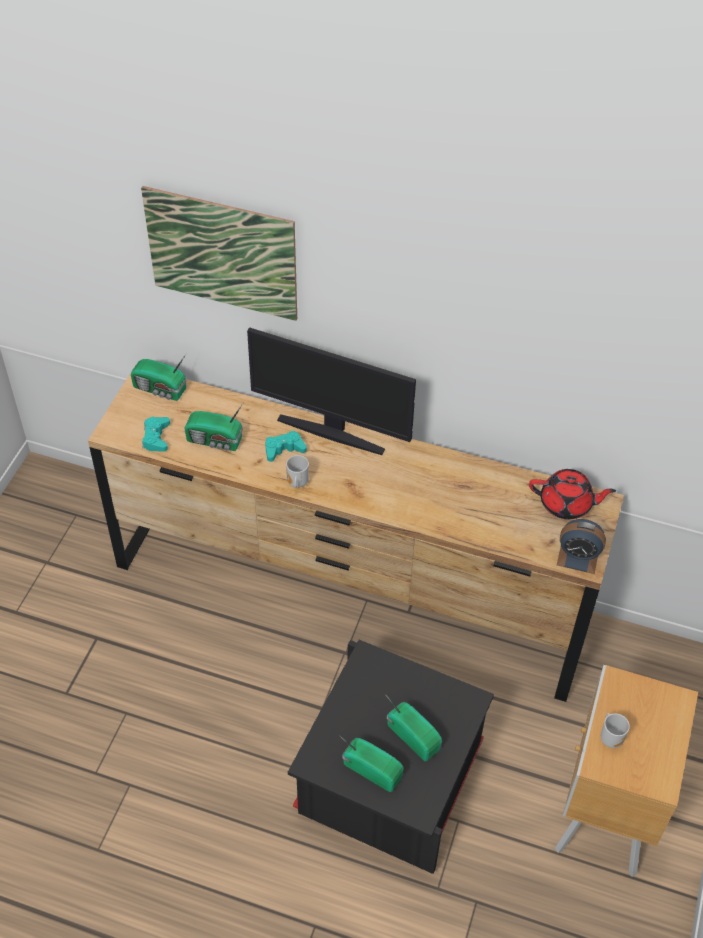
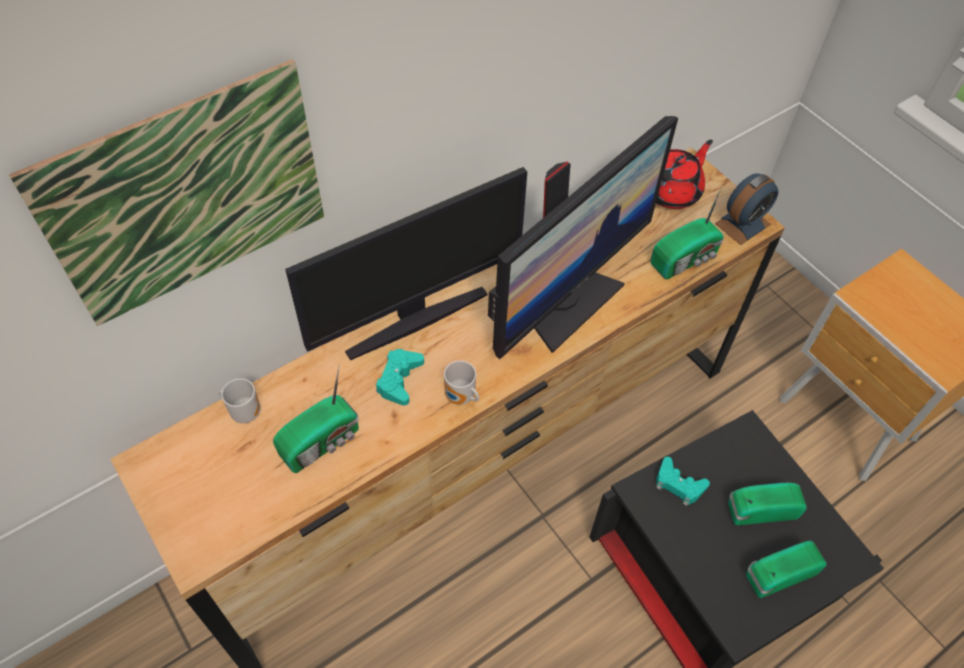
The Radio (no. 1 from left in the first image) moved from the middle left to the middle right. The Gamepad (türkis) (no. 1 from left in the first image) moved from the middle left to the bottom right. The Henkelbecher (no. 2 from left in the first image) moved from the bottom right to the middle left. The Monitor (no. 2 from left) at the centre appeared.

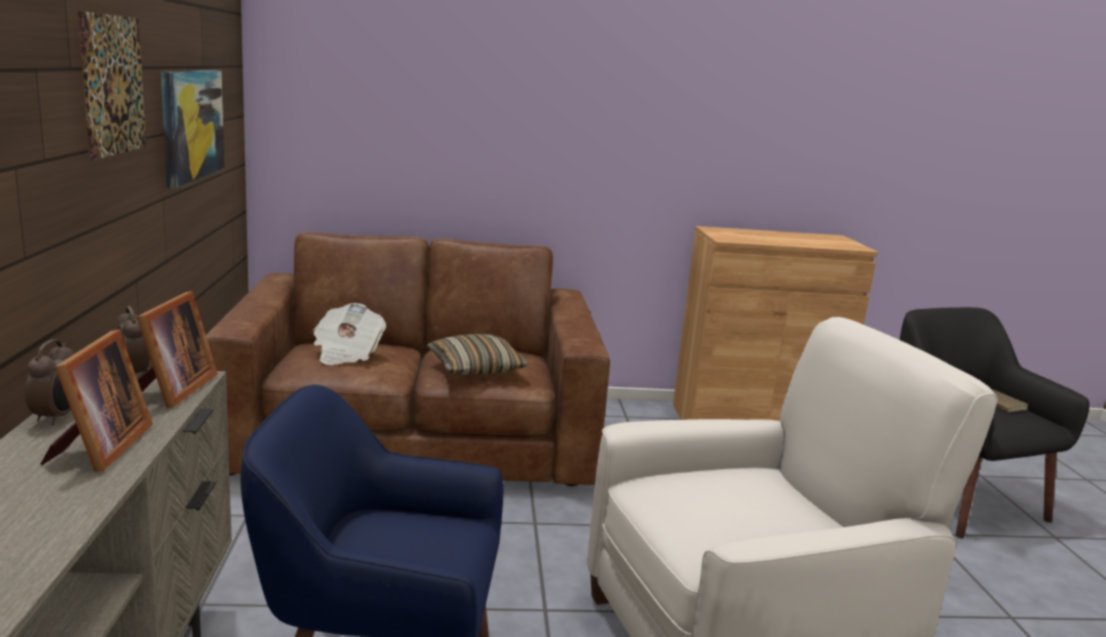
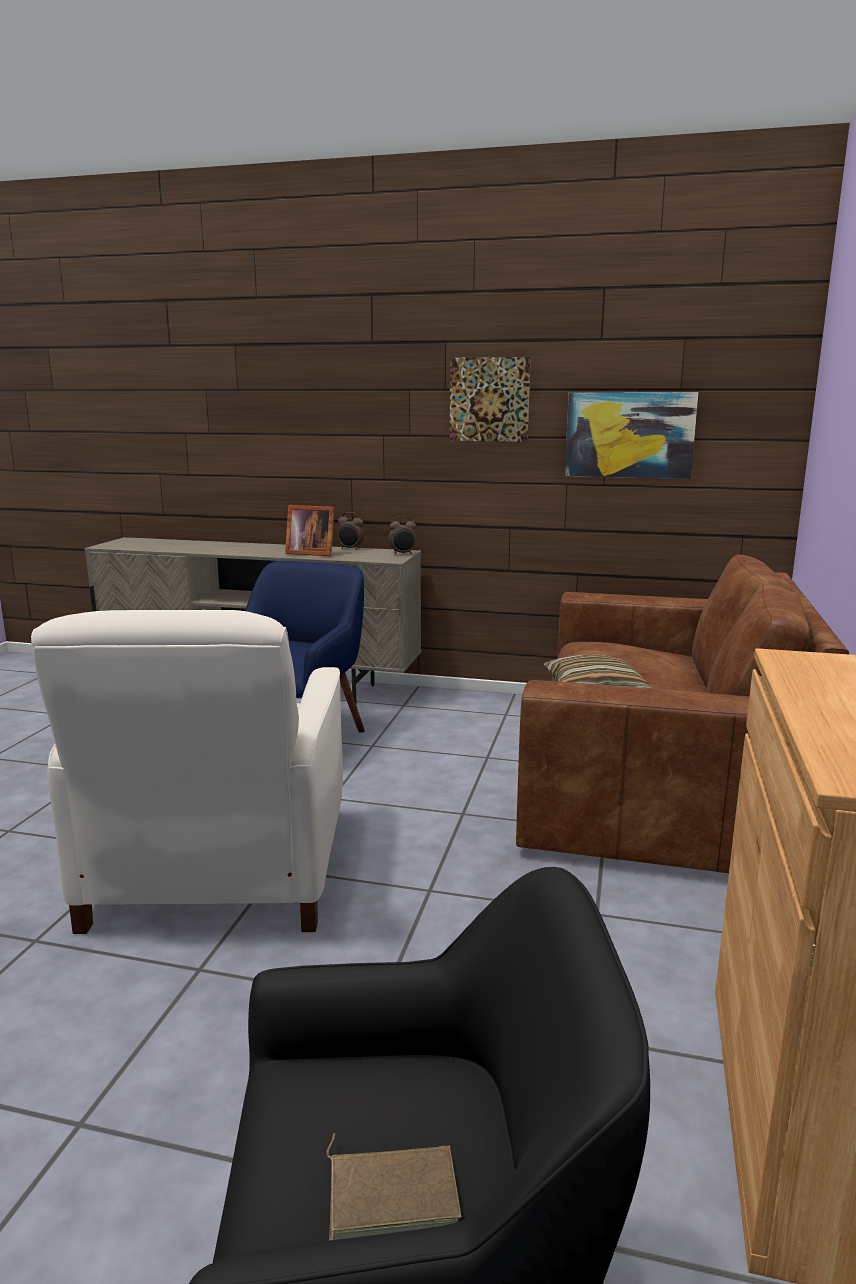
The Bilderrahmen (no. 2 from left) at the middle left disappeared. The Zeitung at the middle left disappeared.

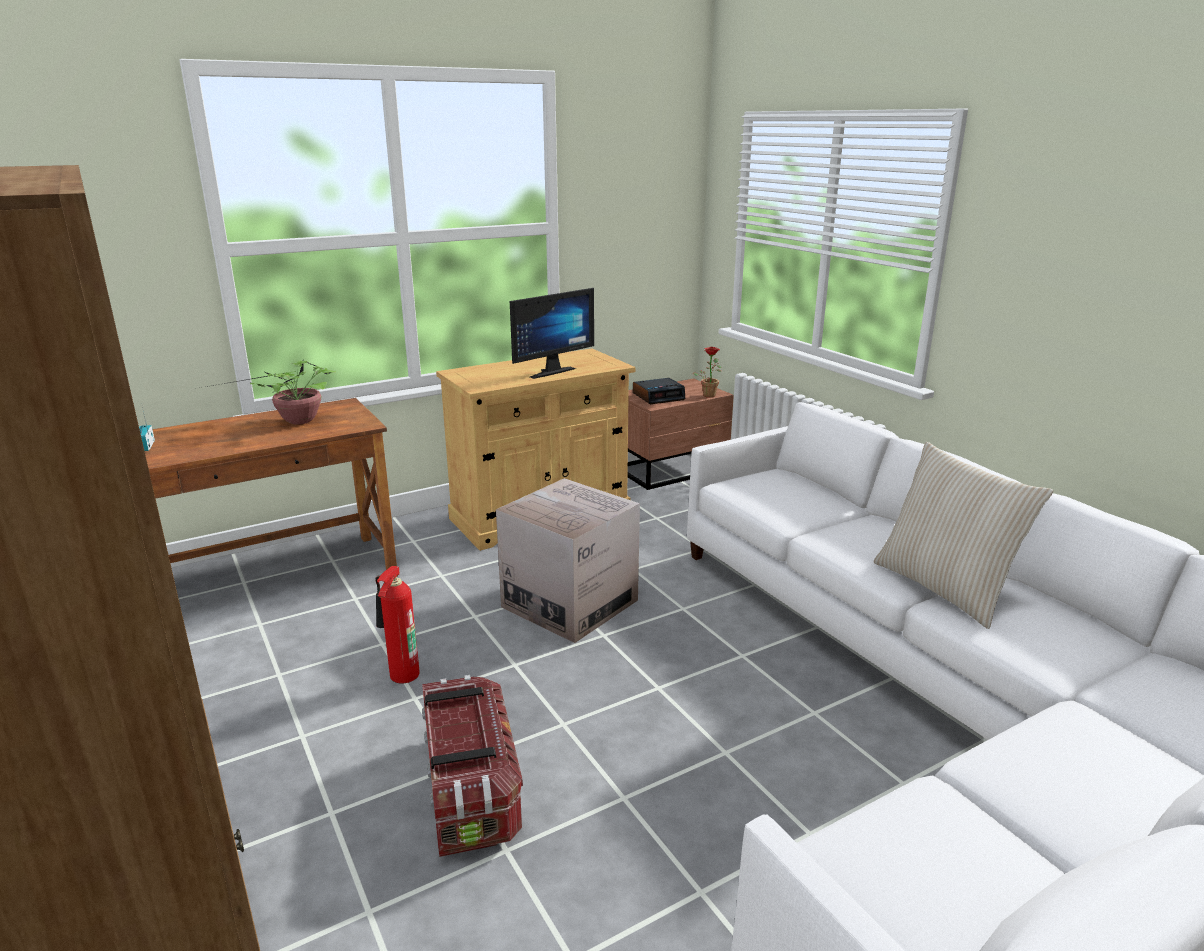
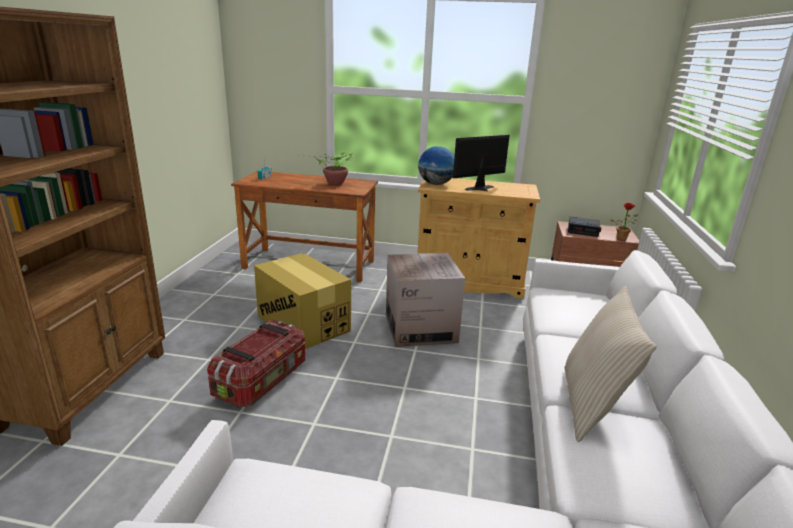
The Feuerlöscher at the middle left was replaced by the Karton (no. 1 from left) at the centre. The Monitor at the centre turned 150 degrees clockwise. The Globus at the top centre appeared.

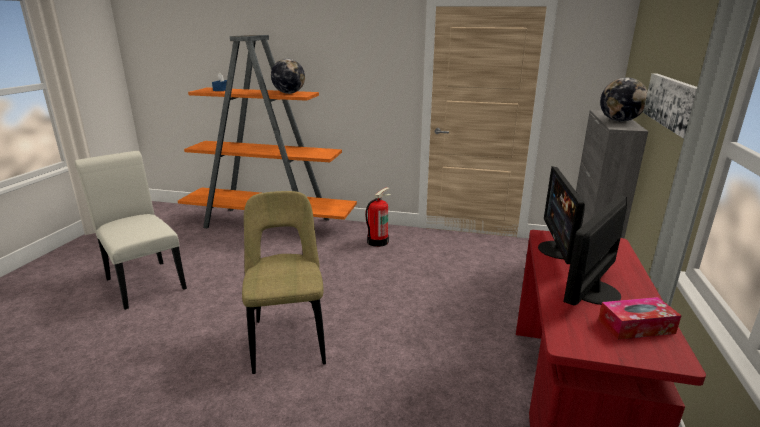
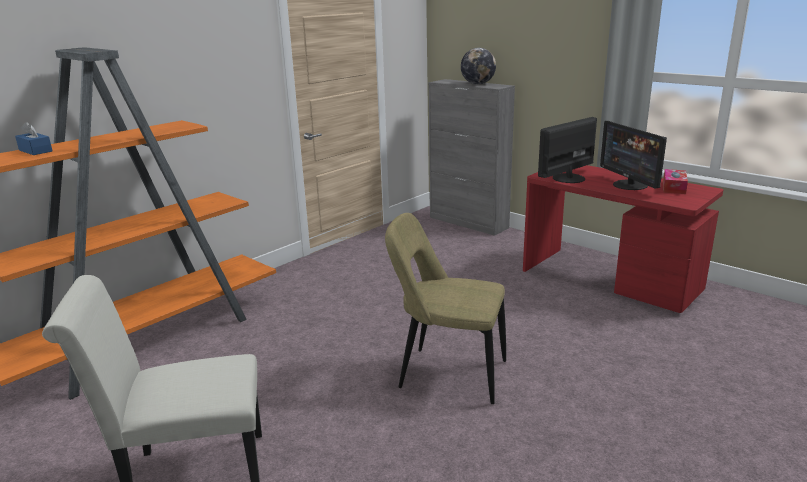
The Globus (no. 1 from left) at the top centre disappeared. The Feuerlöscher at the centre disappeared. The Monitor (no. 1 from left) at the middle right turned 105 degrees clockwise. The Bild at the top right disappeared.

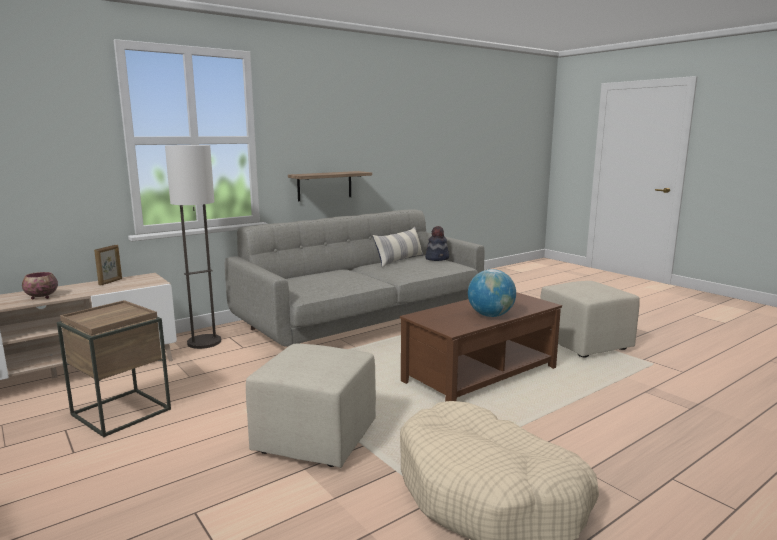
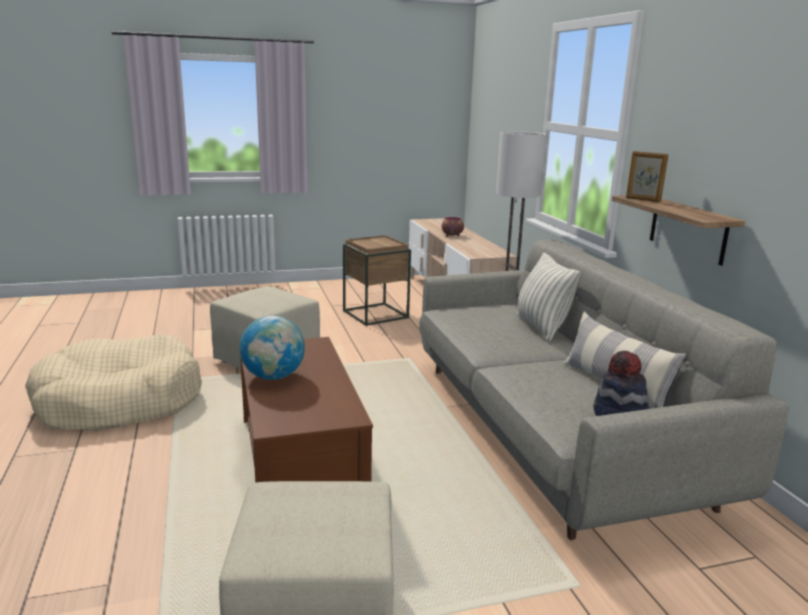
The Bilderrahmen moved from the middle left to the top right. The Kissen (no. 1 from left) at the middle right appeared.

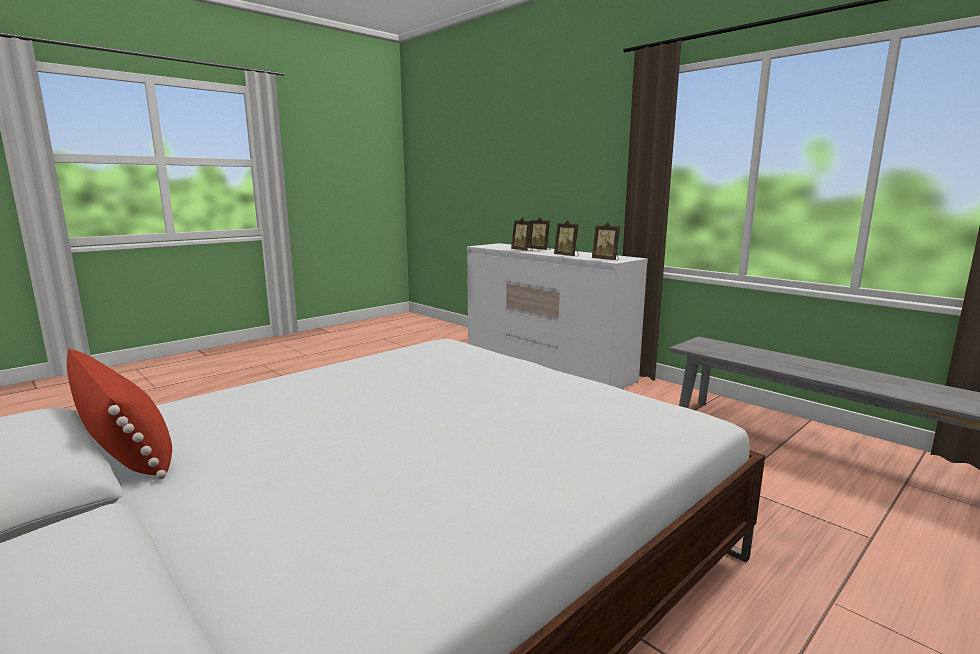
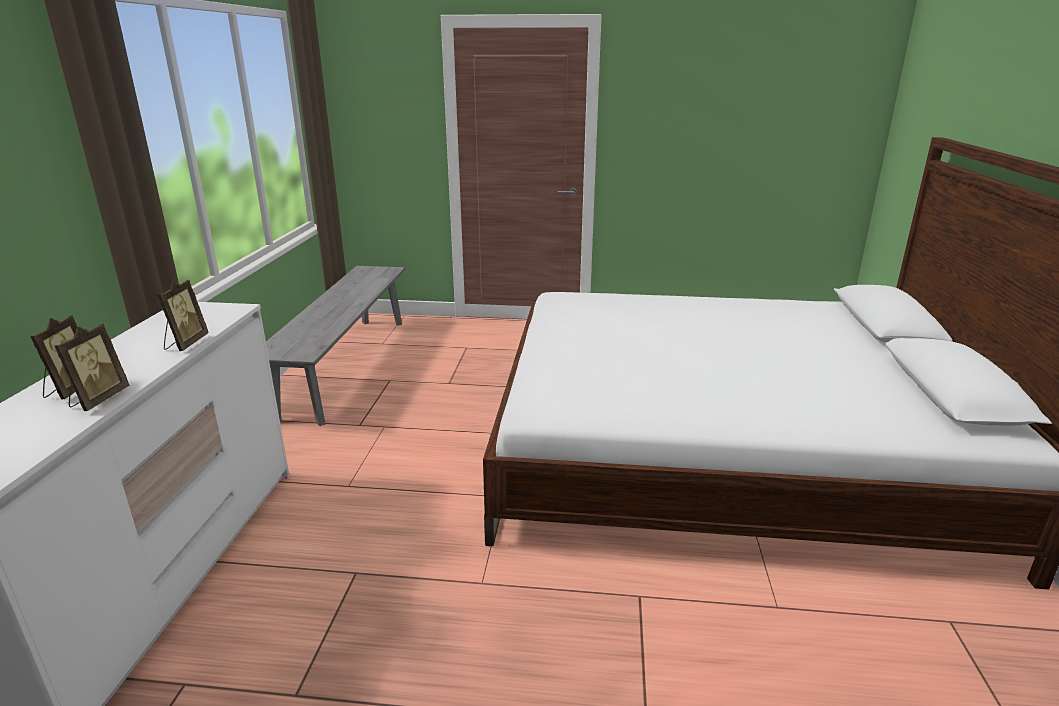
The Kissen (rot) at the middle left disappeared. The Bilderrahmen (no. 4 from left) at the centre disappeared.

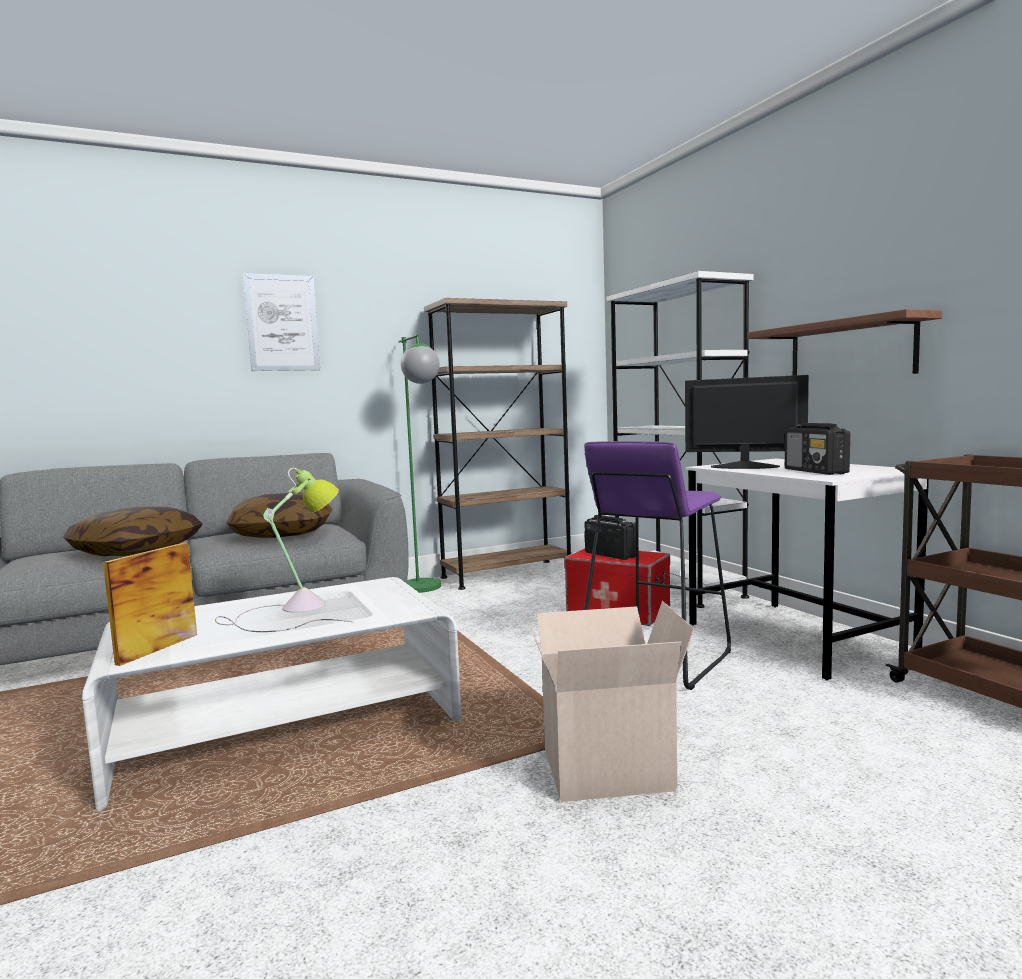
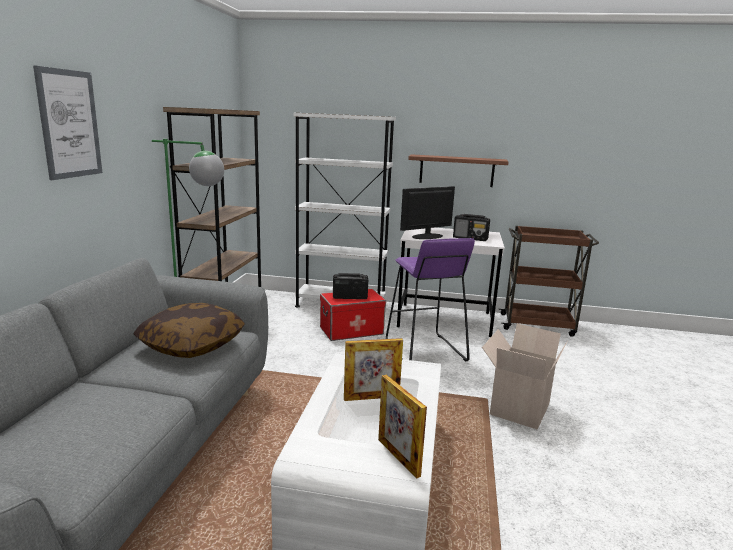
The Kissen (no. 1 from left) at the middle left disappeared. The Tischlampe at the middle left was replaced by the Bilderrahmen (no. 1 from left) at the bottom centre.

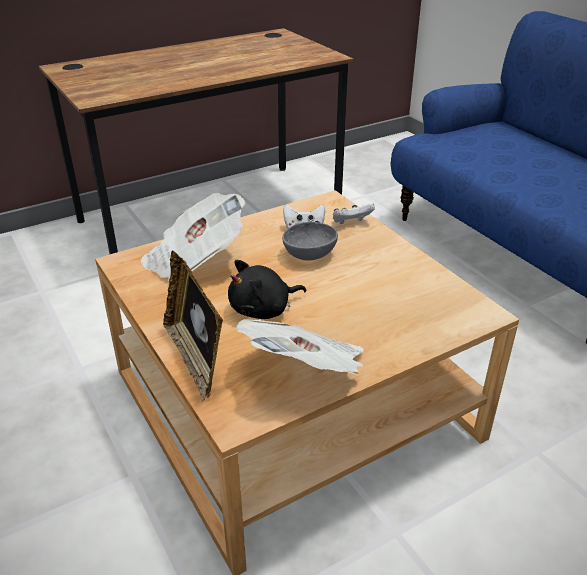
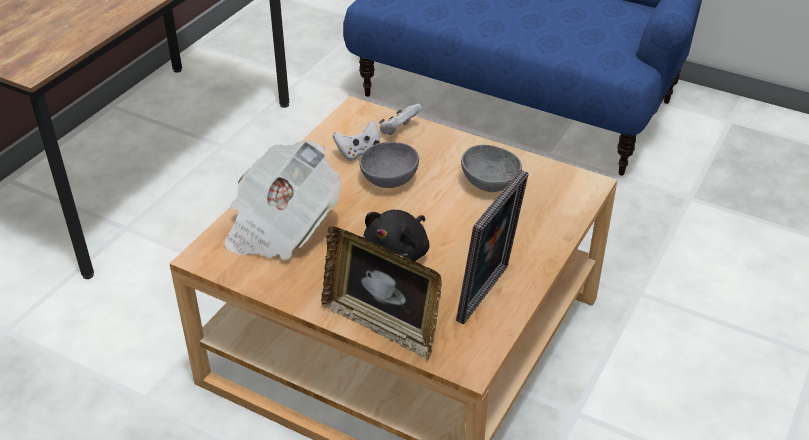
The Zeitung (no. 2 from left) at the centre was replaced by the Bilderrahmen (no. 2 from left) at the centre. The Schüssel (grau) (no. 2 from left) at the centre appeared.

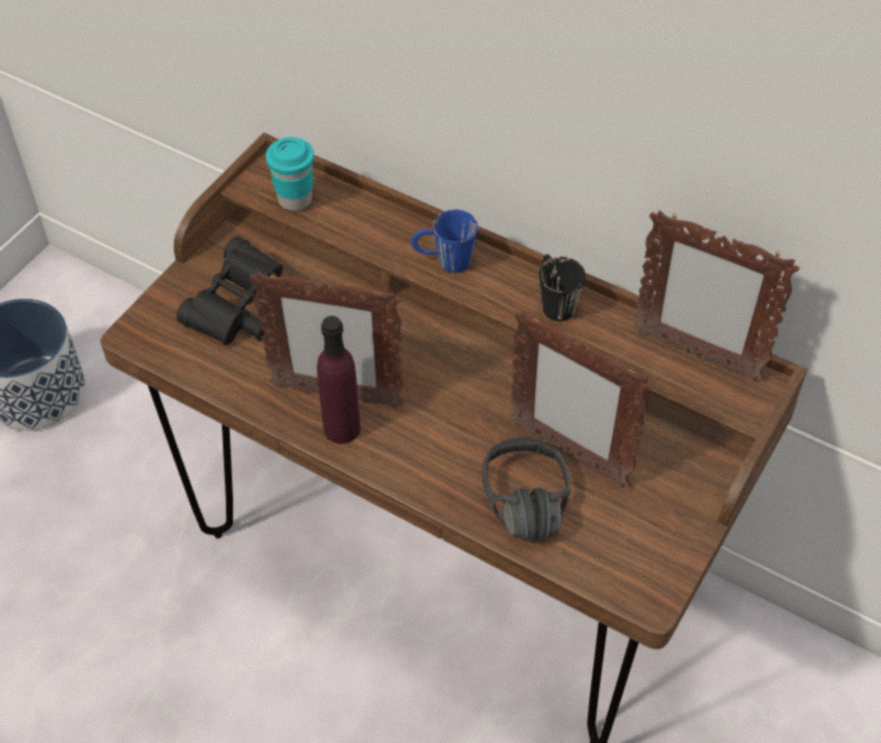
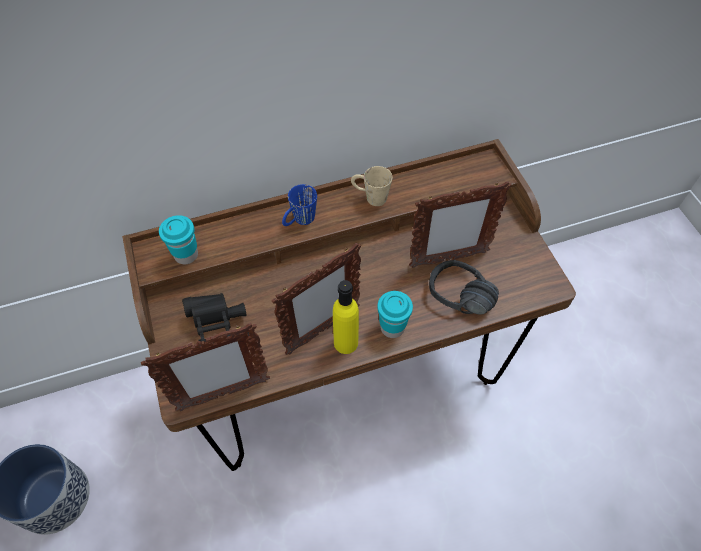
The Flasche (lila) at the centre became the Flasche (gelb) at the centre. The Henkelbecher (schwarz) at the centre became the Henkelbecher (beige) at the centre. The Bilderrahmen (no. 3 from left in the first image) moved from the middle right to the middle left. The Tasse (türkis) (no. 2 from left) at the centre appeared.

